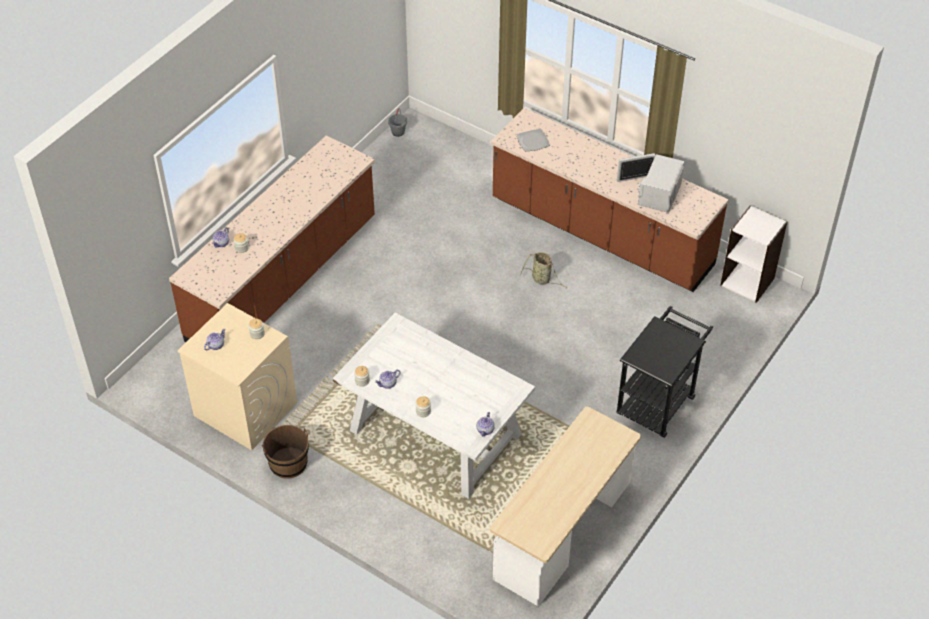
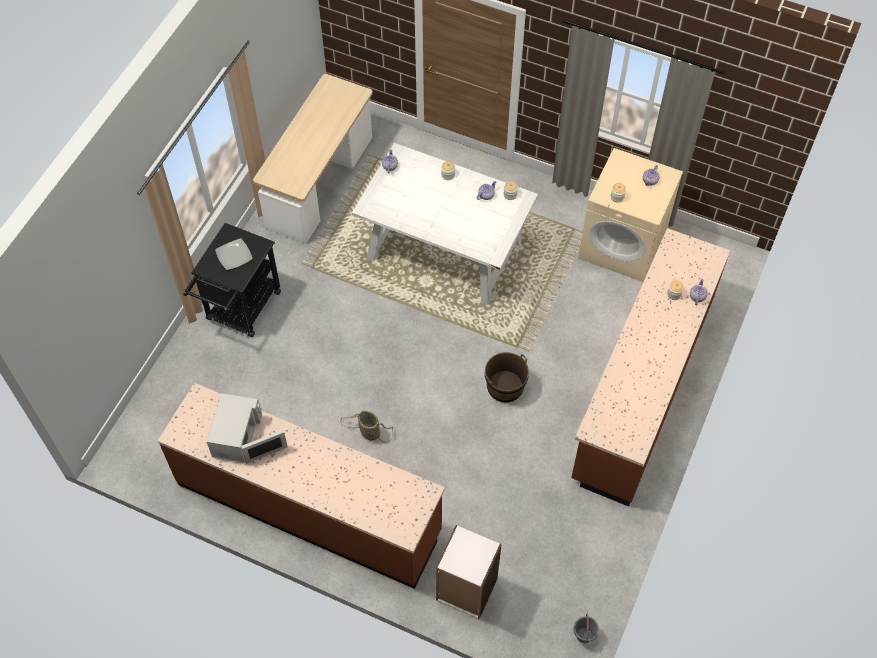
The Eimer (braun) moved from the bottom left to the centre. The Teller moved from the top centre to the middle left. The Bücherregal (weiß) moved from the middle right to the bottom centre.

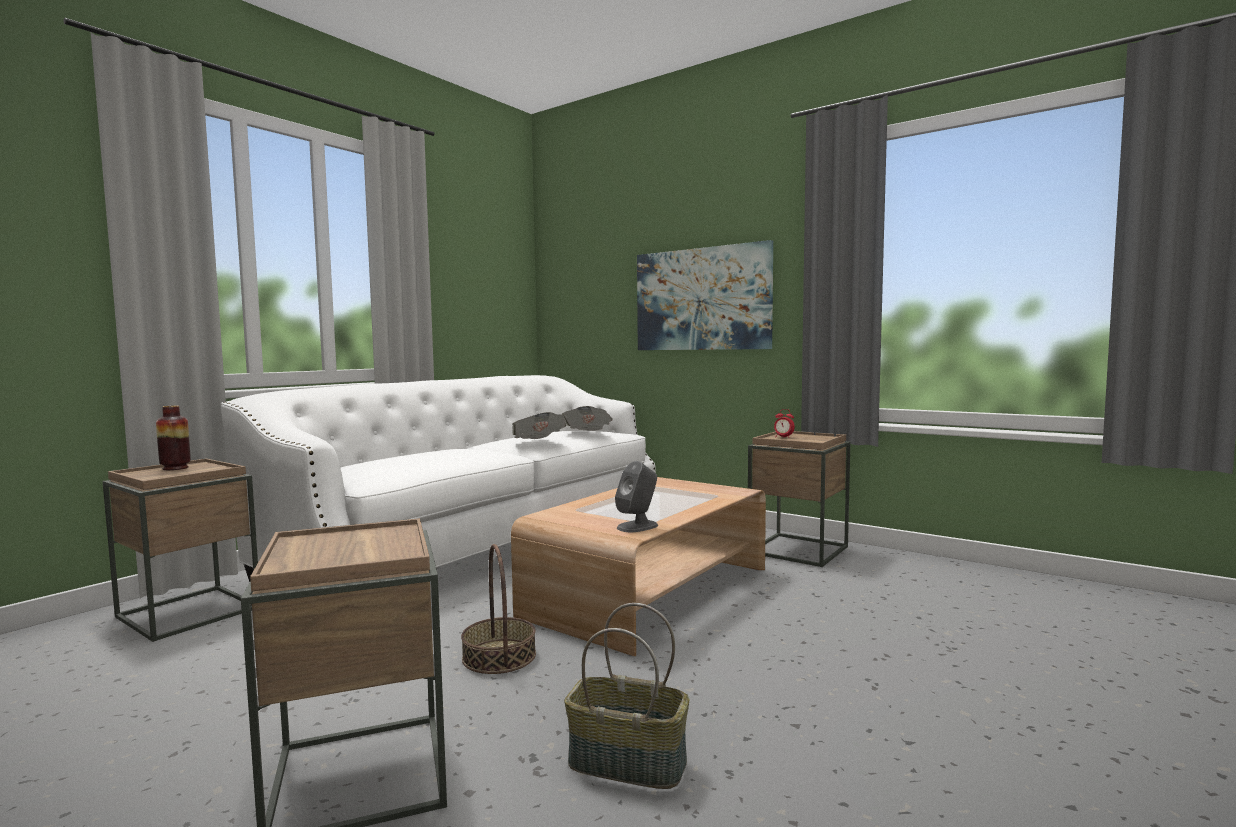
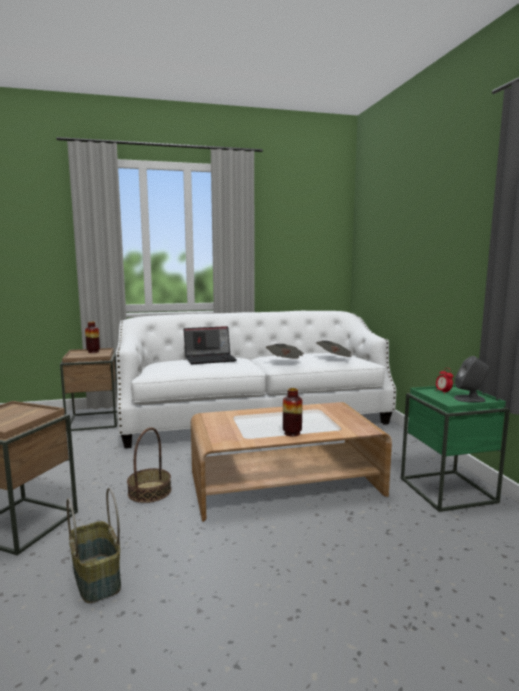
The Lautsprecher (grau) moved from the centre to the middle right. The Bild at the centre disappeared. The Beistelltisch (braun) (no. 3 from left) at the centre became the Beistelltisch (grün) at the middle right. The Laptop at the centre appeared. The Vase (no. 2 from left) at the centre appeared.

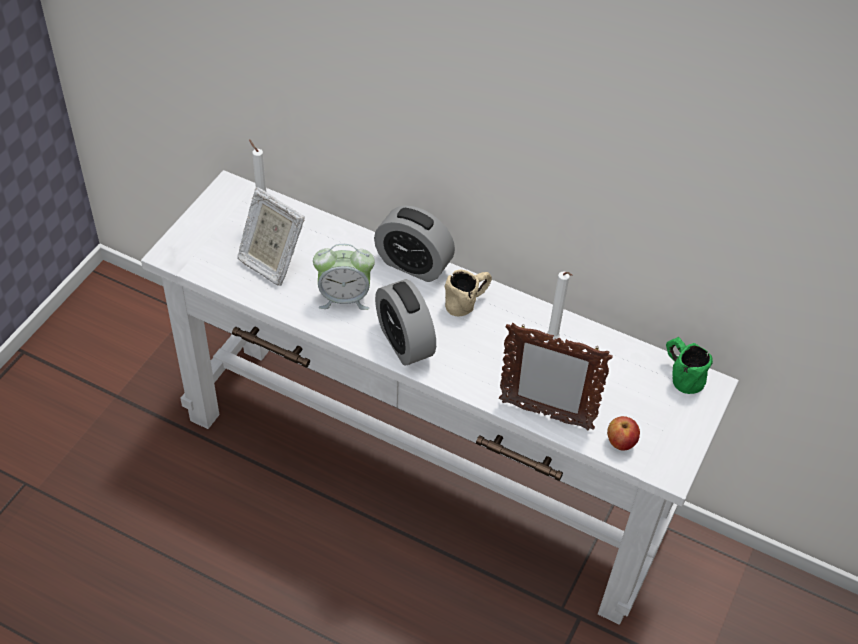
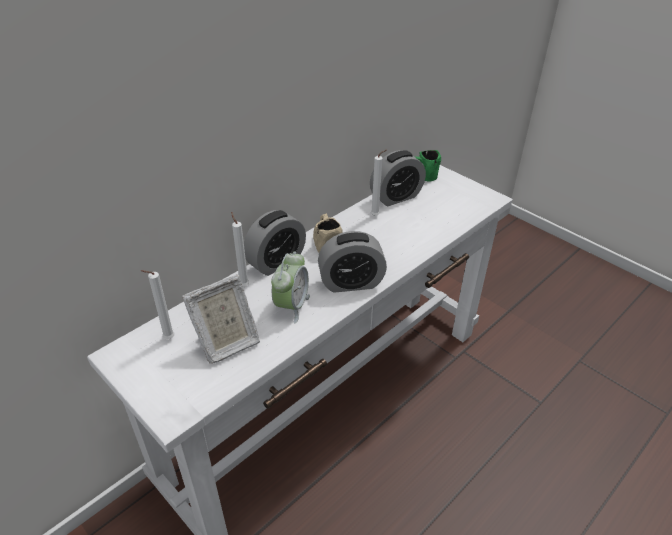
The Bilderrahmen (no. 2 from left) at the centre disappeared. The Apfel at the bottom right disappeared. The Kerze (weiß) (no. 2 from left) at the centre appeared. The Wecker (no. 4 from left) at the top centre appeared.

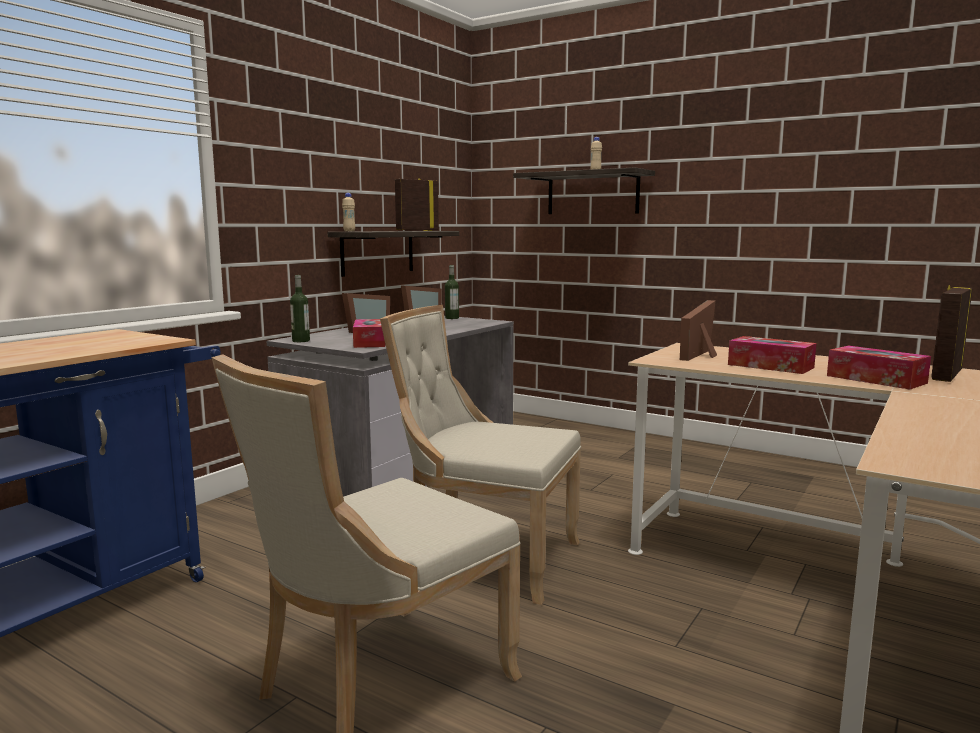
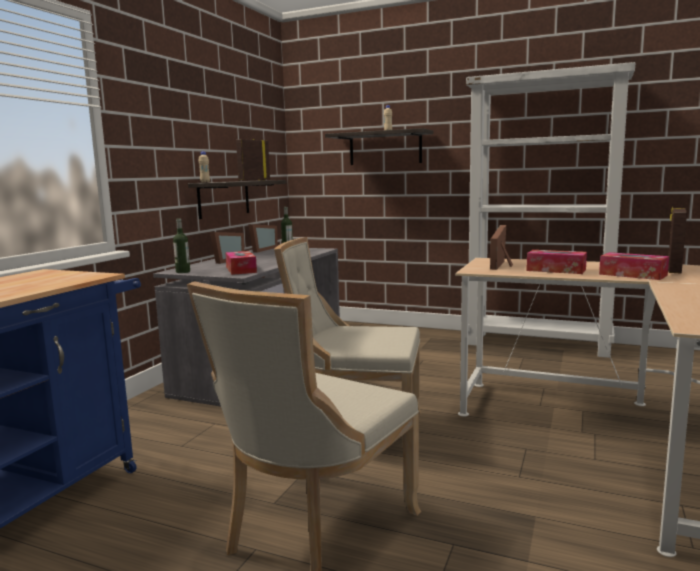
The Bücherregal (weiß) at the middle right appeared.

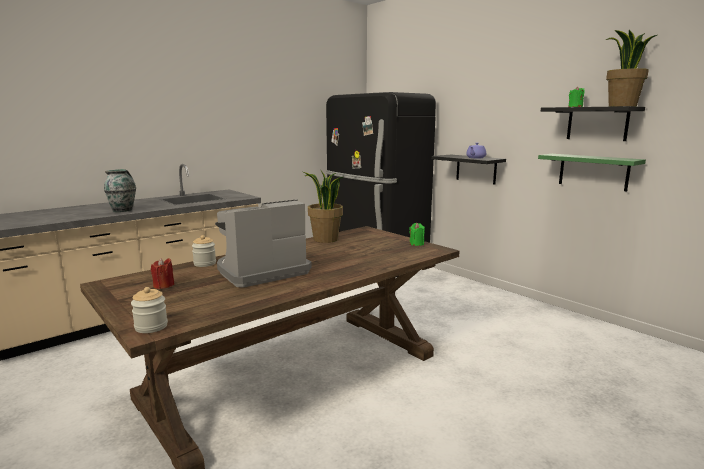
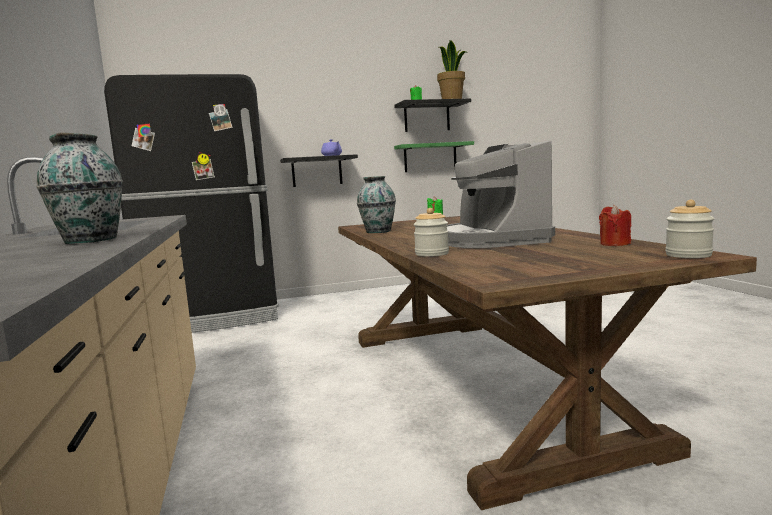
The Kerze (rot) moved from the middle left to the middle right. The Topfpflanze (no. 1 from left) at the centre was replaced by the Vase (no. 2 from left) at the centre.

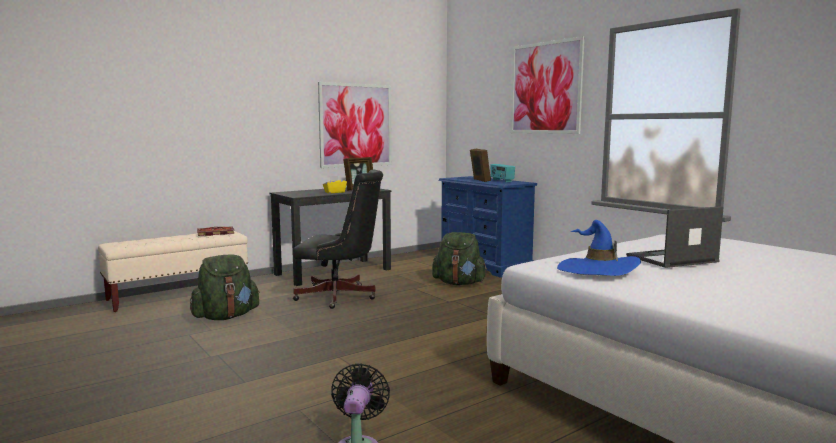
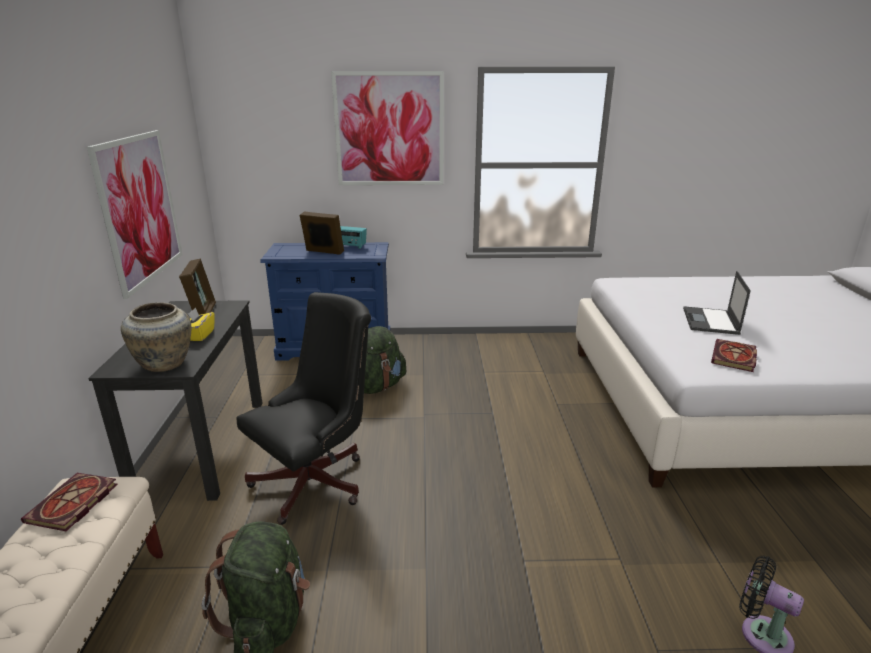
The Hut (blau) at the middle right was replaced by the Buch (no. 2 from left) at the middle right. The Vase (beige) at the middle left appeared.

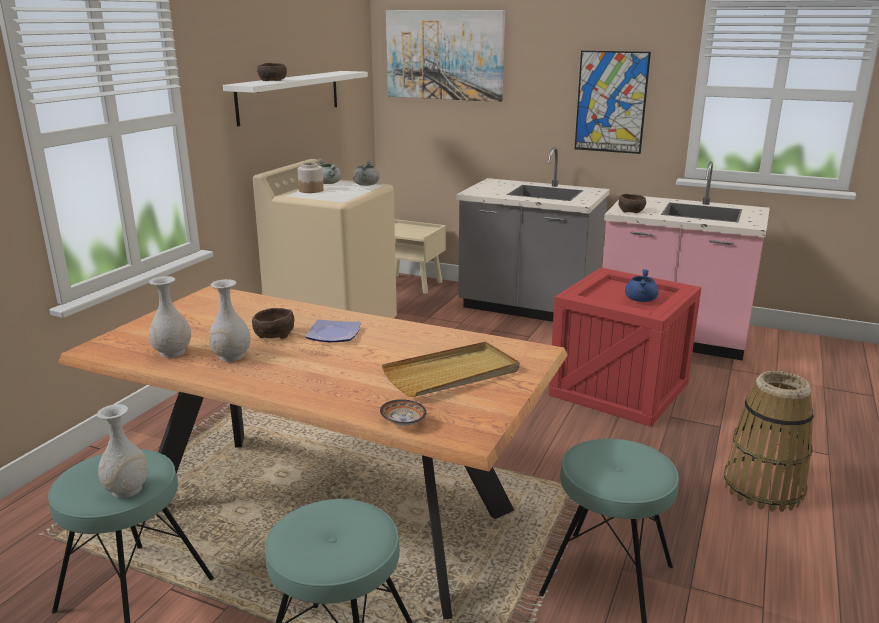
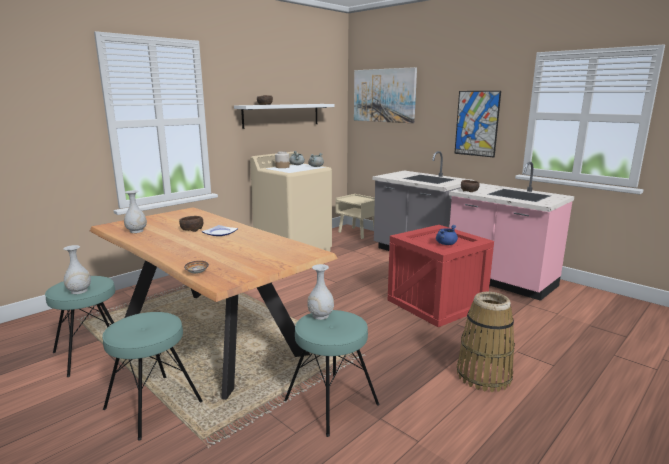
The Vase (weiß) (no. 3 from left) moved from the middle left to the centre. The Tablett (beige) at the centre disappeared.

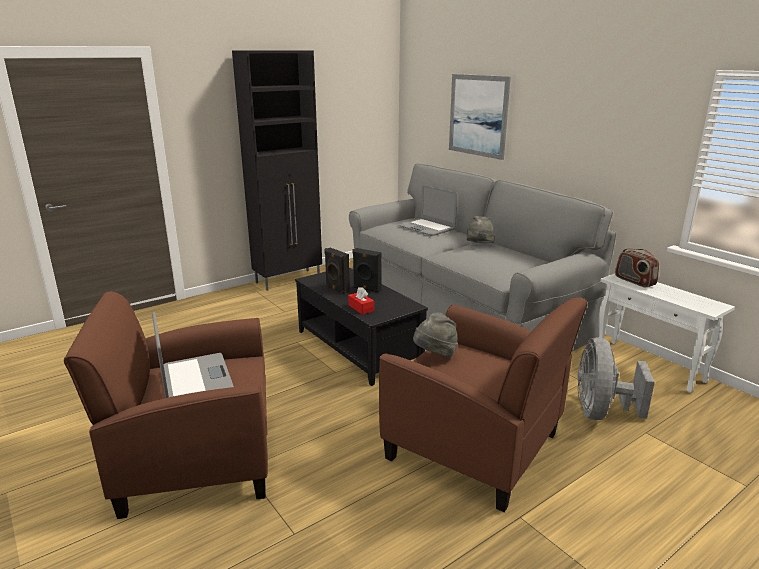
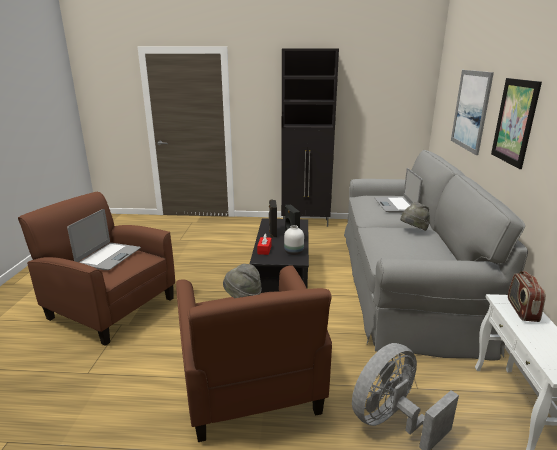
The Vase (weiß) at the centre appeared. The Bild (no. 2 from left) at the top right appeared.

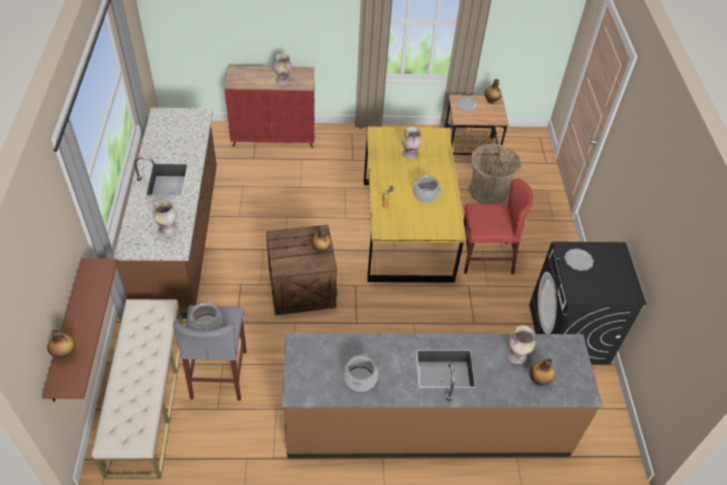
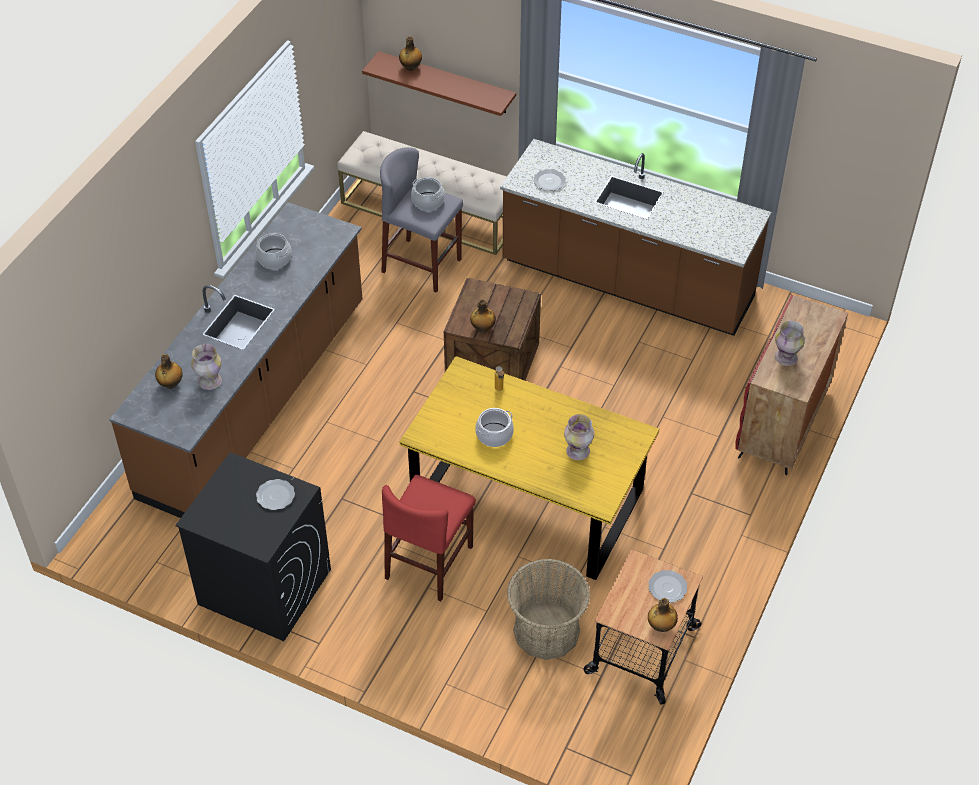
The Vase (no. 1 from left) at the middle left was replaced by the Teller (no. 2 from left) at the top centre.

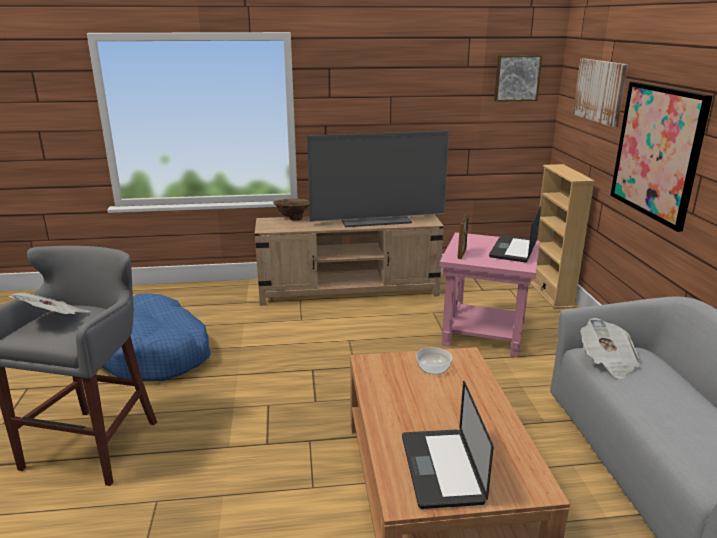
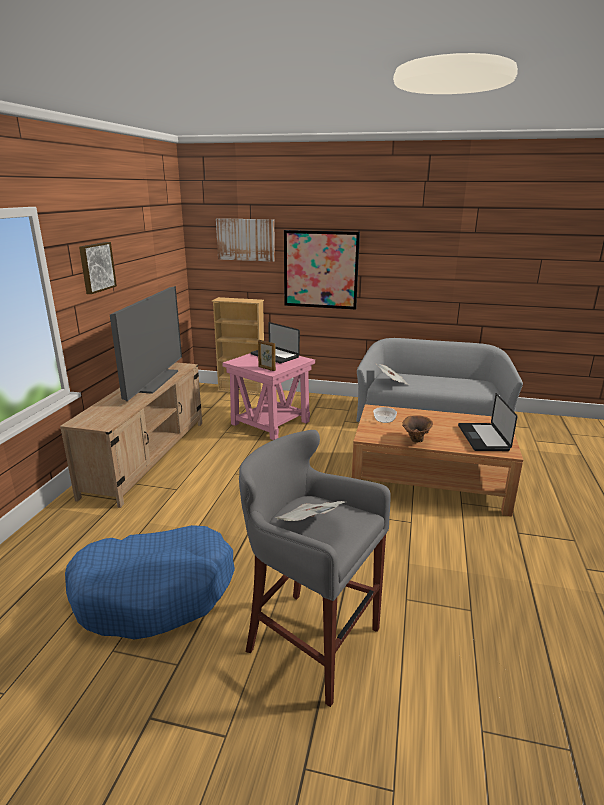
The Vase (braun) moved from the centre to the middle right. The Laptop (no. 1 from left in the first image) at the bottom centre turned 75 degrees clockwise. The Bild (no. 1 from left) moved from the top right to the top left.

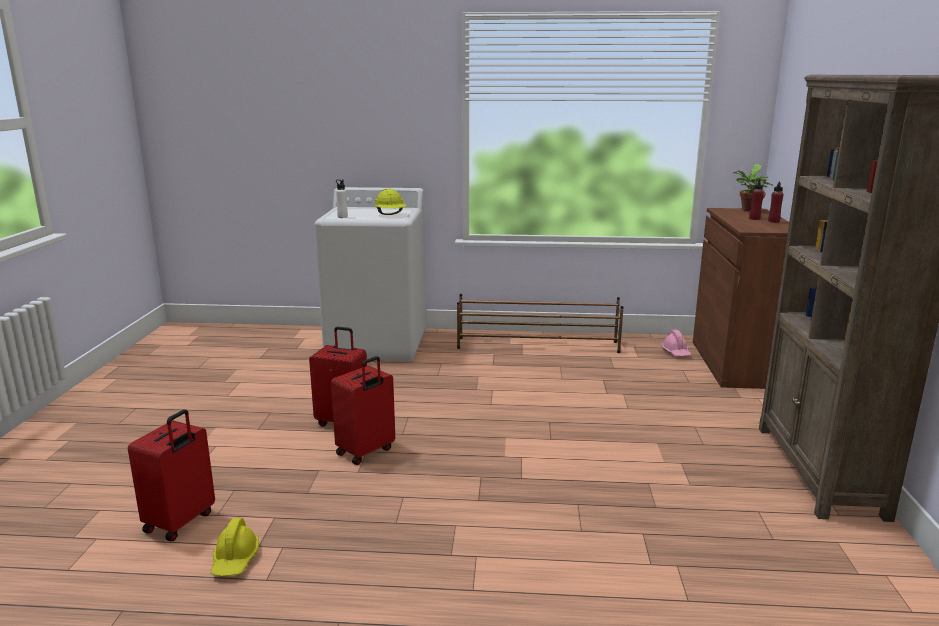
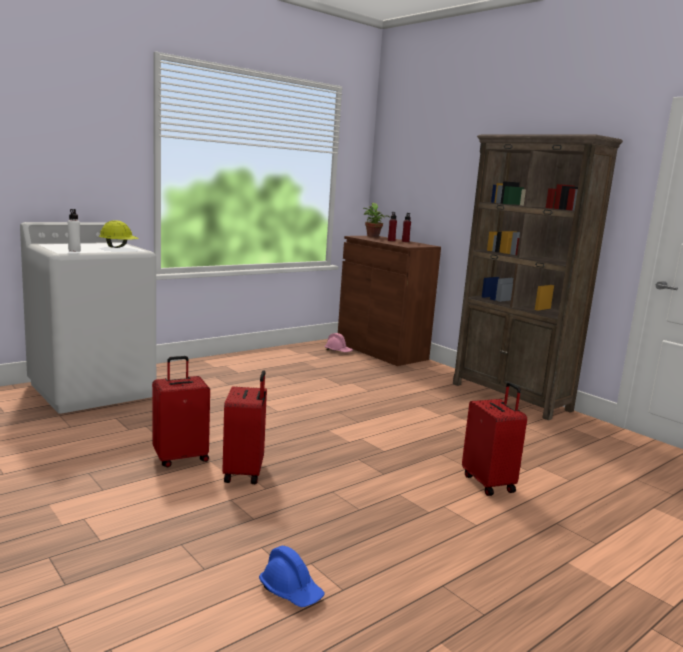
The Koffer (rot) (no. 1 from left in the first image) moved from the bottom left to the bottom right. The Schutzhelm (gelb) (no. 1 from left) at the bottom left became the Schutzhelm (blau) at the bottom centre. The Schuhregal (braun) at the centre disappeared.

